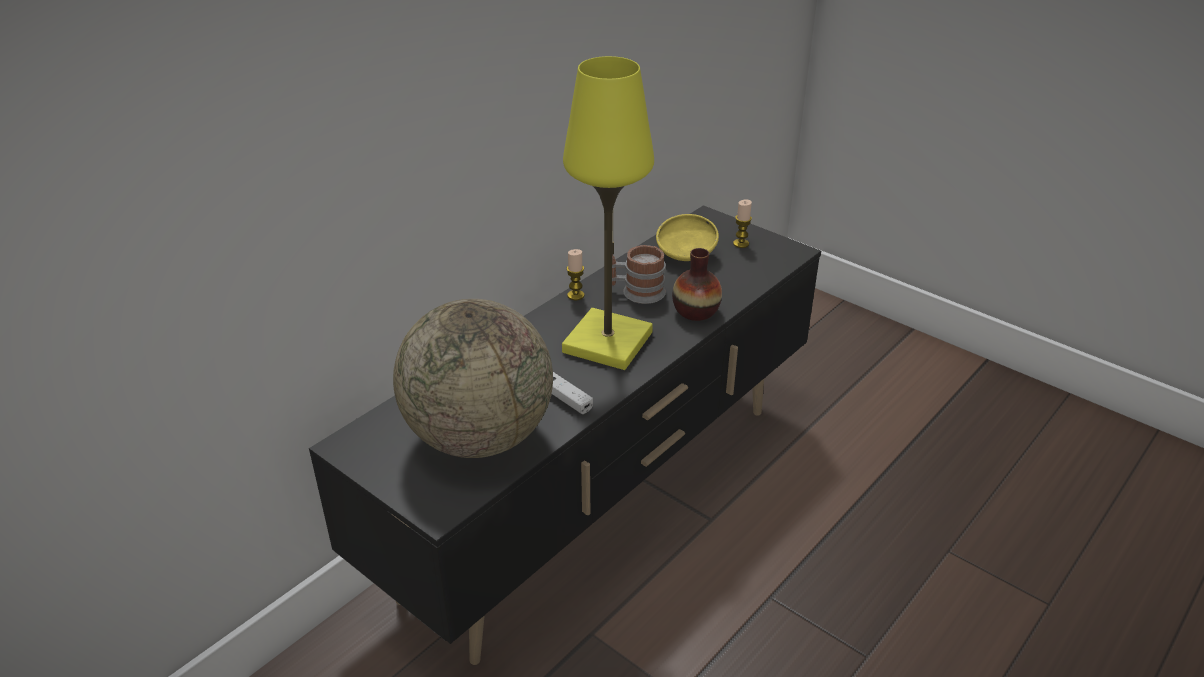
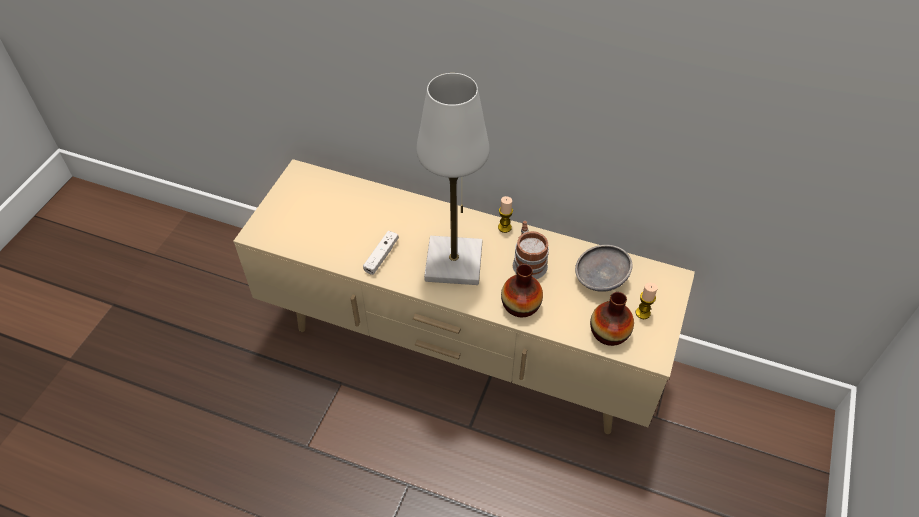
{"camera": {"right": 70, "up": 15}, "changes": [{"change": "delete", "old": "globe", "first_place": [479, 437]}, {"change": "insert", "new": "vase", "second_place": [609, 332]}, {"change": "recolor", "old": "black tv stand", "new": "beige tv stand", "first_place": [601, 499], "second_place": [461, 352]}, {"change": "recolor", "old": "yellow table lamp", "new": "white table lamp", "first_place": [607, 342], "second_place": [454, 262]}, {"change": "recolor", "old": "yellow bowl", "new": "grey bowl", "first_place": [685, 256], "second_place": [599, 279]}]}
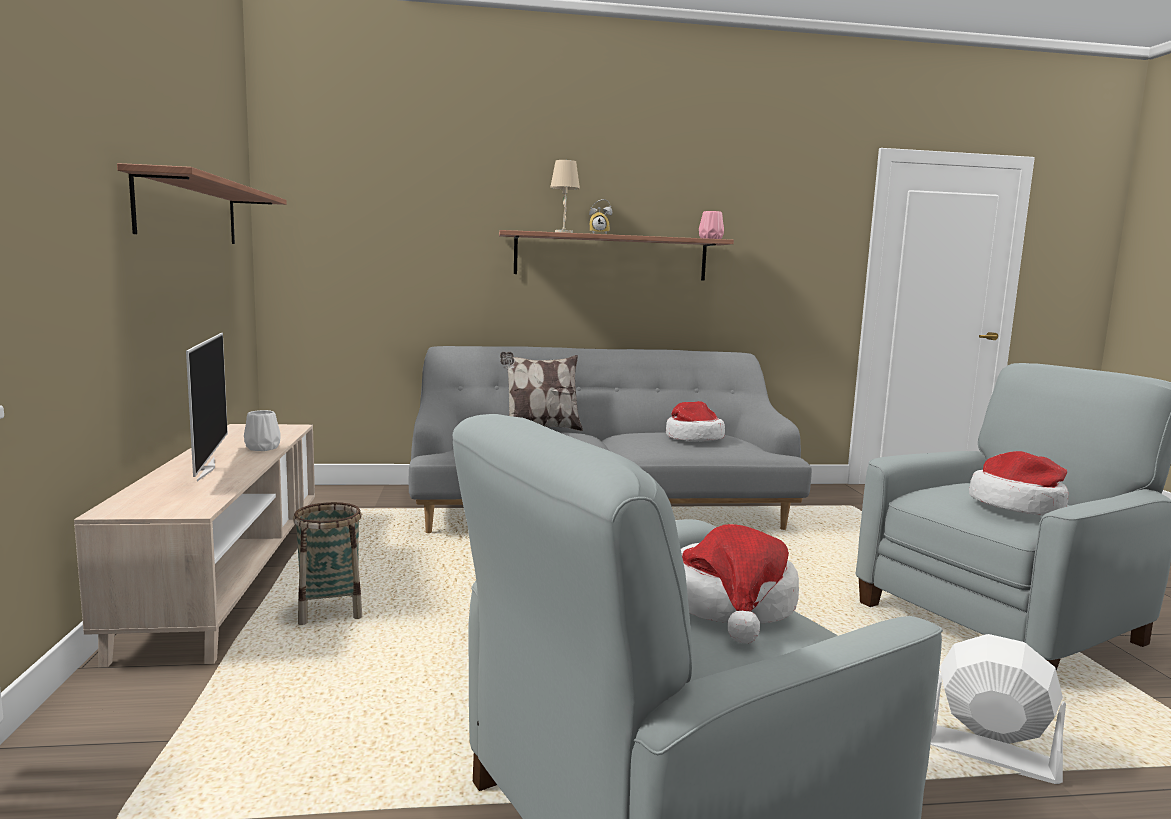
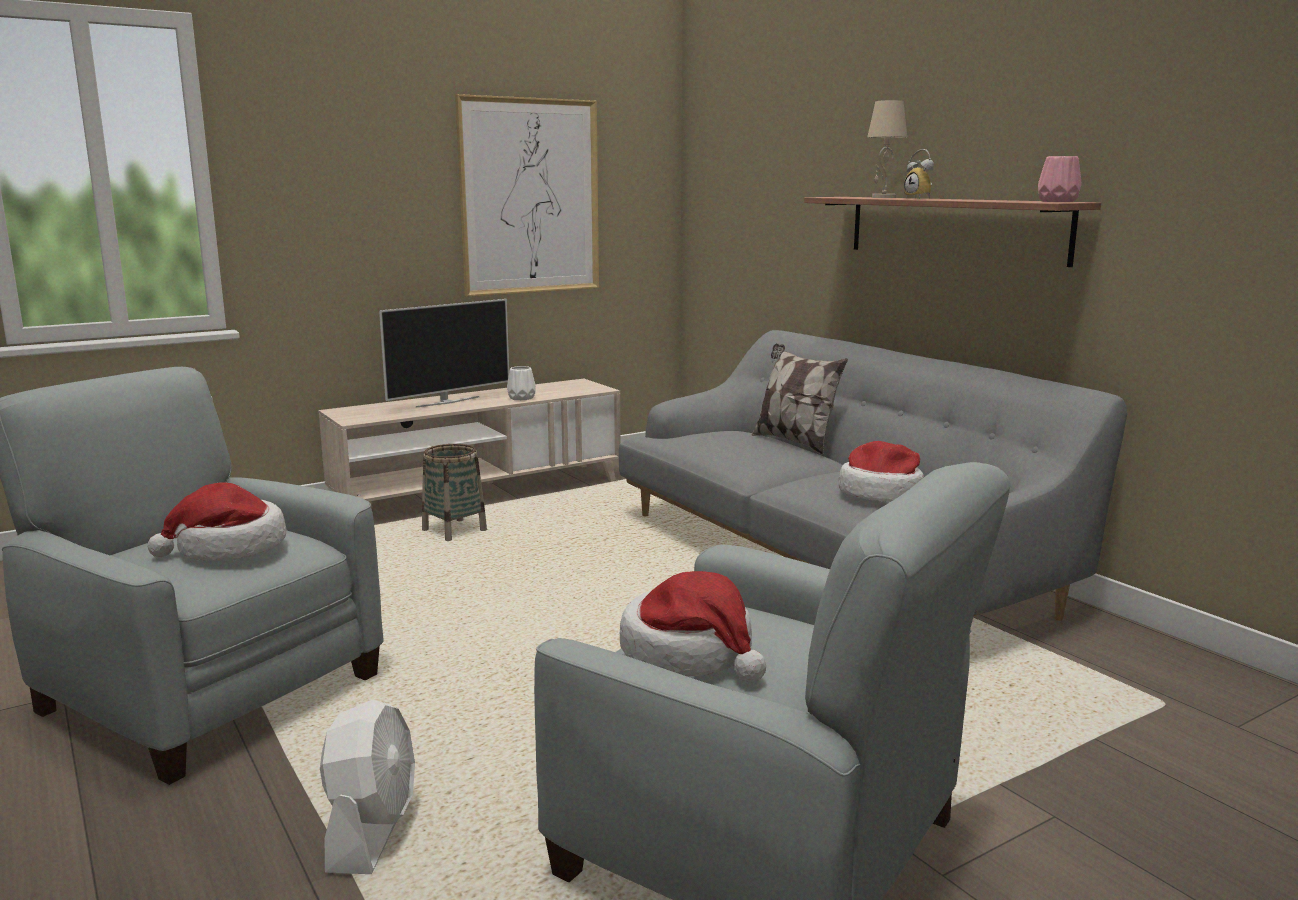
{"camera": {"right": 65, "up": 5}, "changes": [{"change": "replace", "old": "shelf", "new": "picture", "first_place": [189, 211], "second_place": [530, 197]}]}
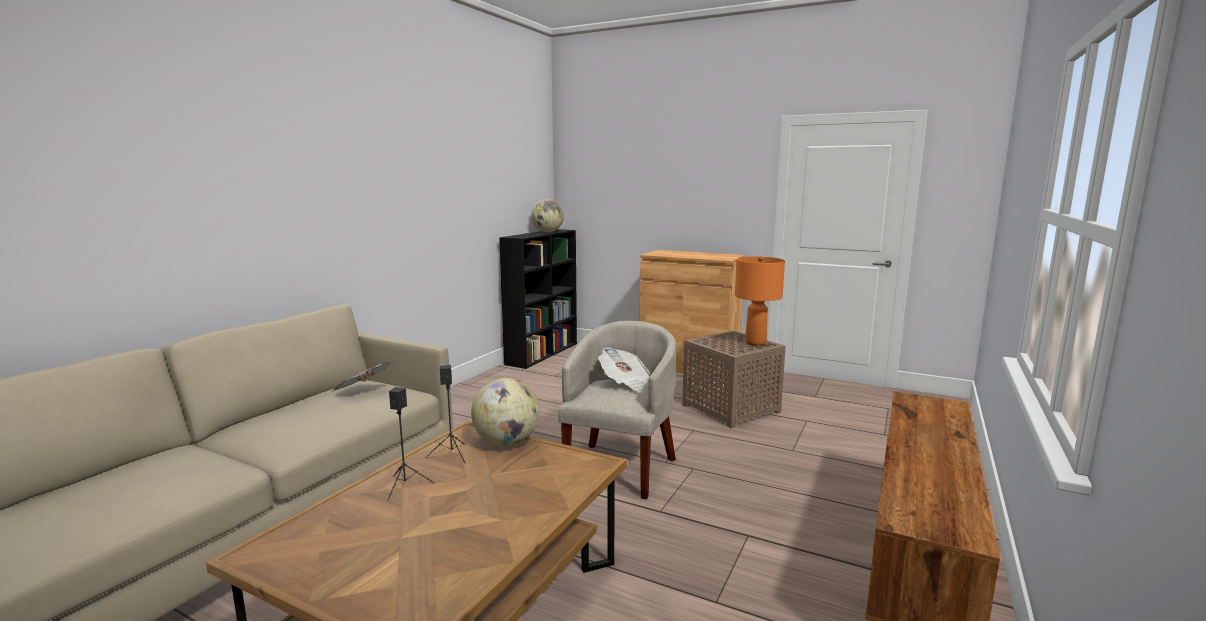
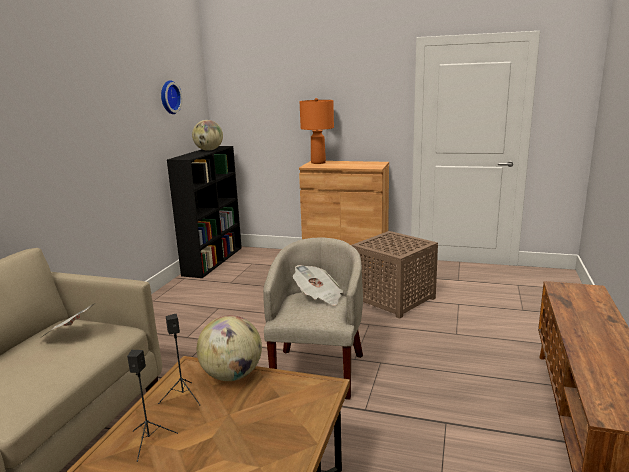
{"camera": {"right": -10, "up": 5}, "changes": [{"change": "insert", "new": "wall clock", "second_place": [169, 97]}, {"change": "move", "old": "orange table lamp", "first_place": [756, 343], "second_place": [318, 162]}]}
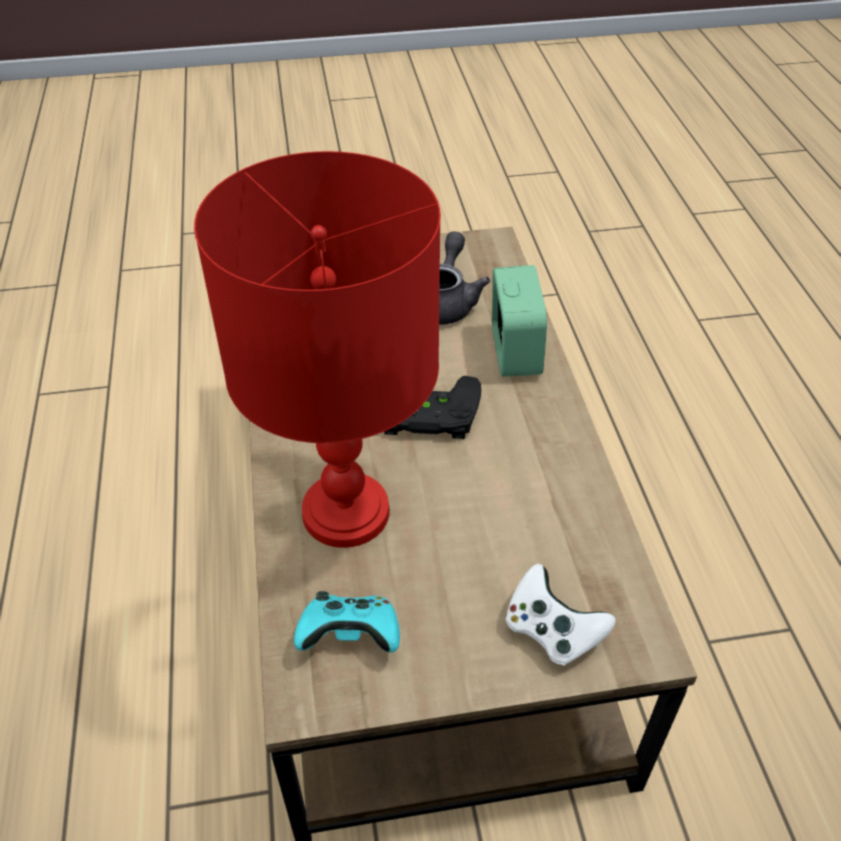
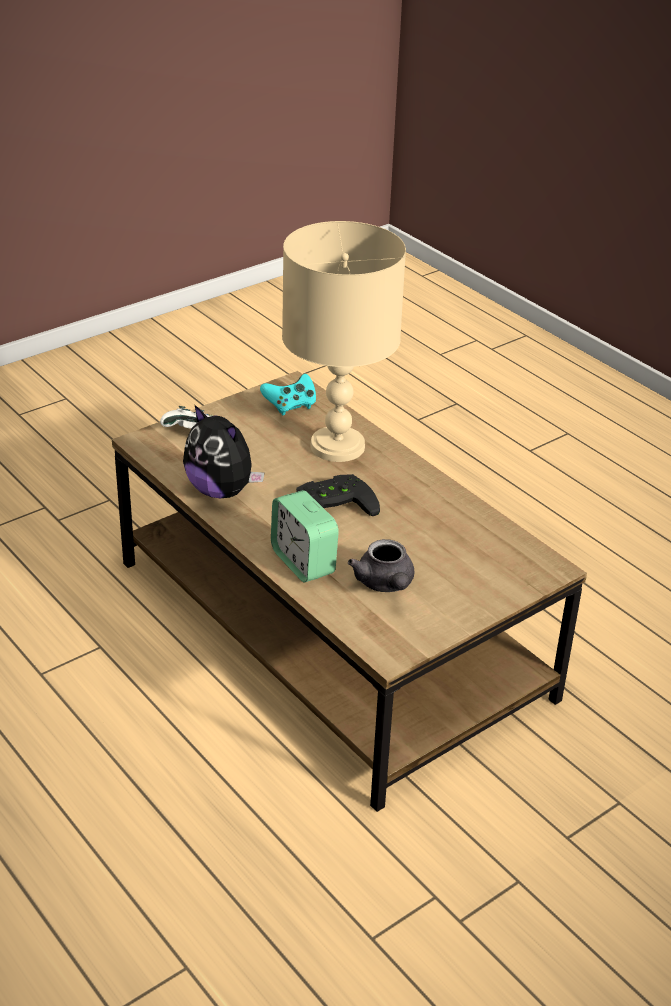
{"camera": {"right": 150, "up": -10}, "changes": [{"change": "insert", "new": "plush toy", "second_place": [222, 490]}, {"change": "recolor", "old": "red table lamp", "new": "beige table lamp", "first_place": [347, 510], "second_place": [337, 447]}]}
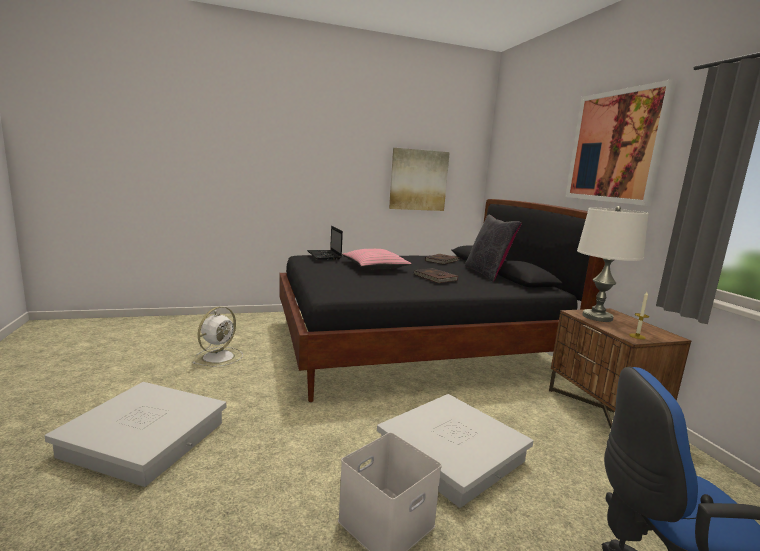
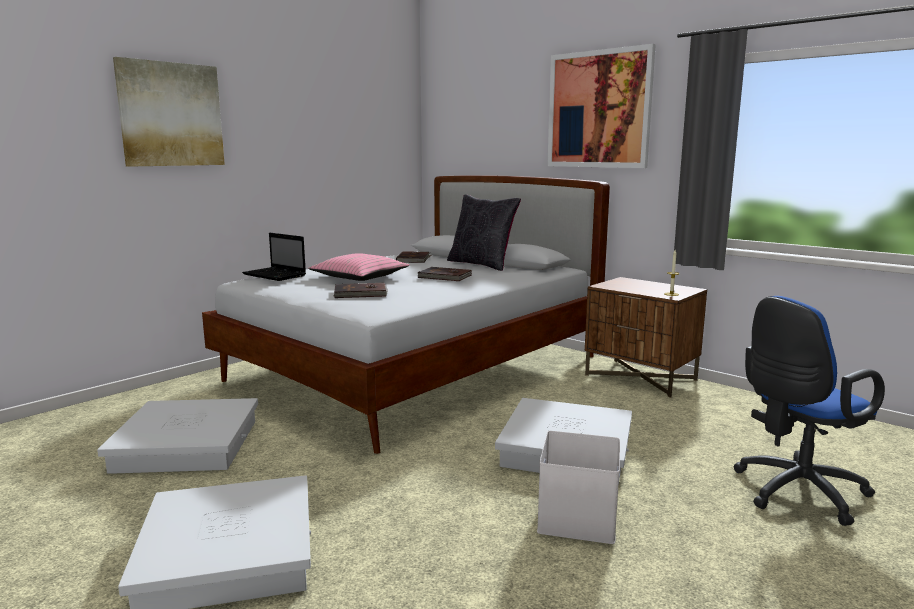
{"camera": {"right": -30, "up": 0}, "changes": [{"change": "delete", "old": "white table lamp", "first_place": [597, 317]}, {"change": "insert", "new": "brown book", "second_place": [361, 293]}, {"change": "move", "old": "picture", "first_place": [418, 180], "second_place": [171, 114]}, {"change": "replace", "old": "white fan", "new": "white storage box", "first_place": [219, 356], "second_place": [187, 445]}, {"change": "recolor", "old": "black bed", "new": "white bed", "first_place": [415, 346], "second_place": [417, 369]}]}
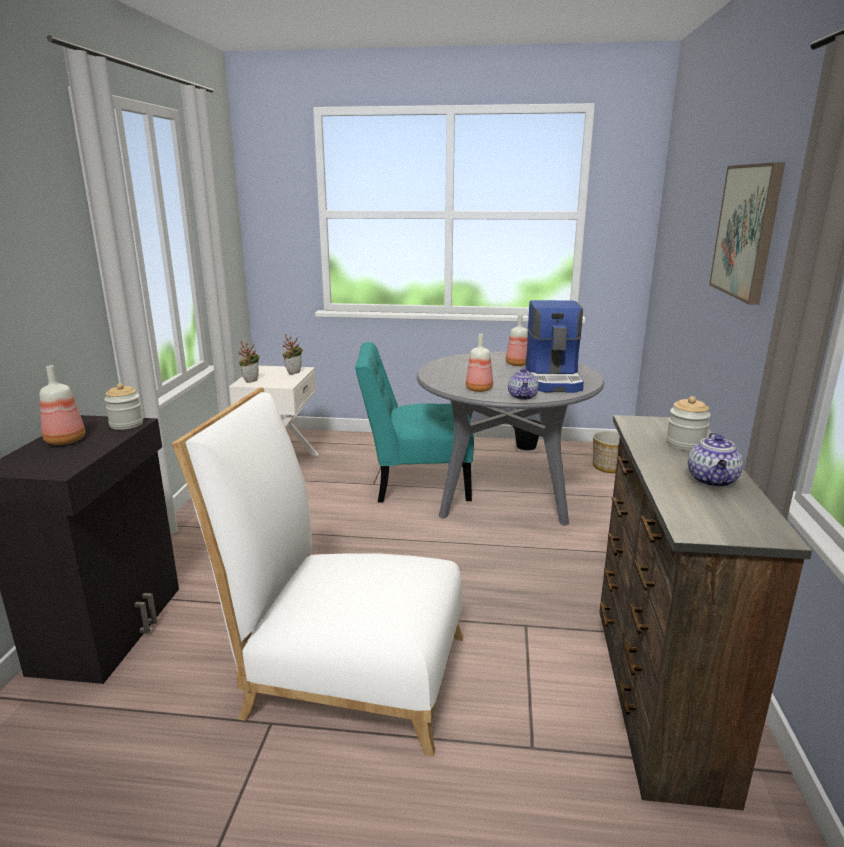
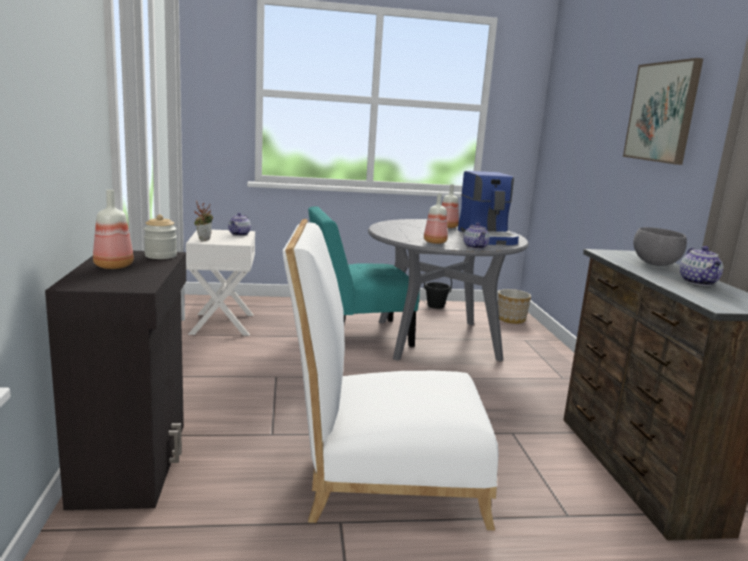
{"camera": {"right": -15, "up": -5}, "changes": [{"change": "replace", "old": "potted plant", "new": "teapot", "first_place": [293, 372], "second_place": [239, 234]}, {"change": "replace", "old": "jar", "new": "grey bowl", "first_place": [685, 444], "second_place": [655, 264]}]}
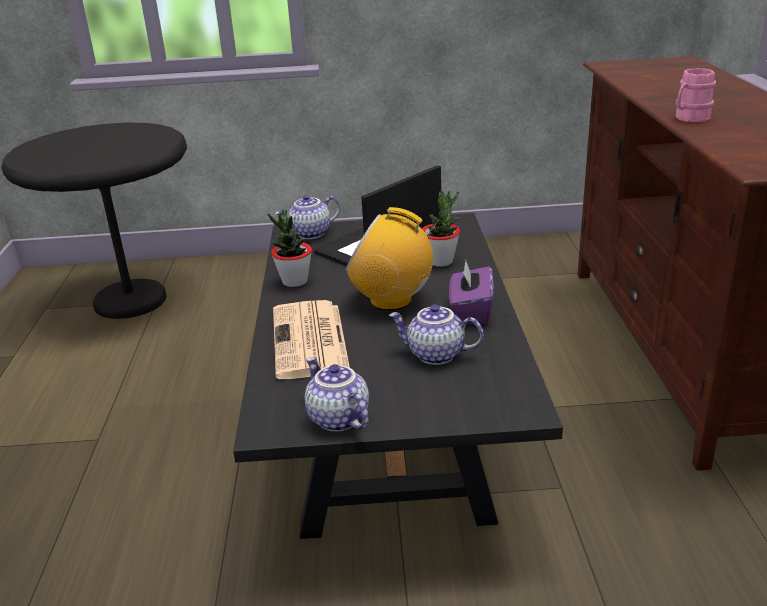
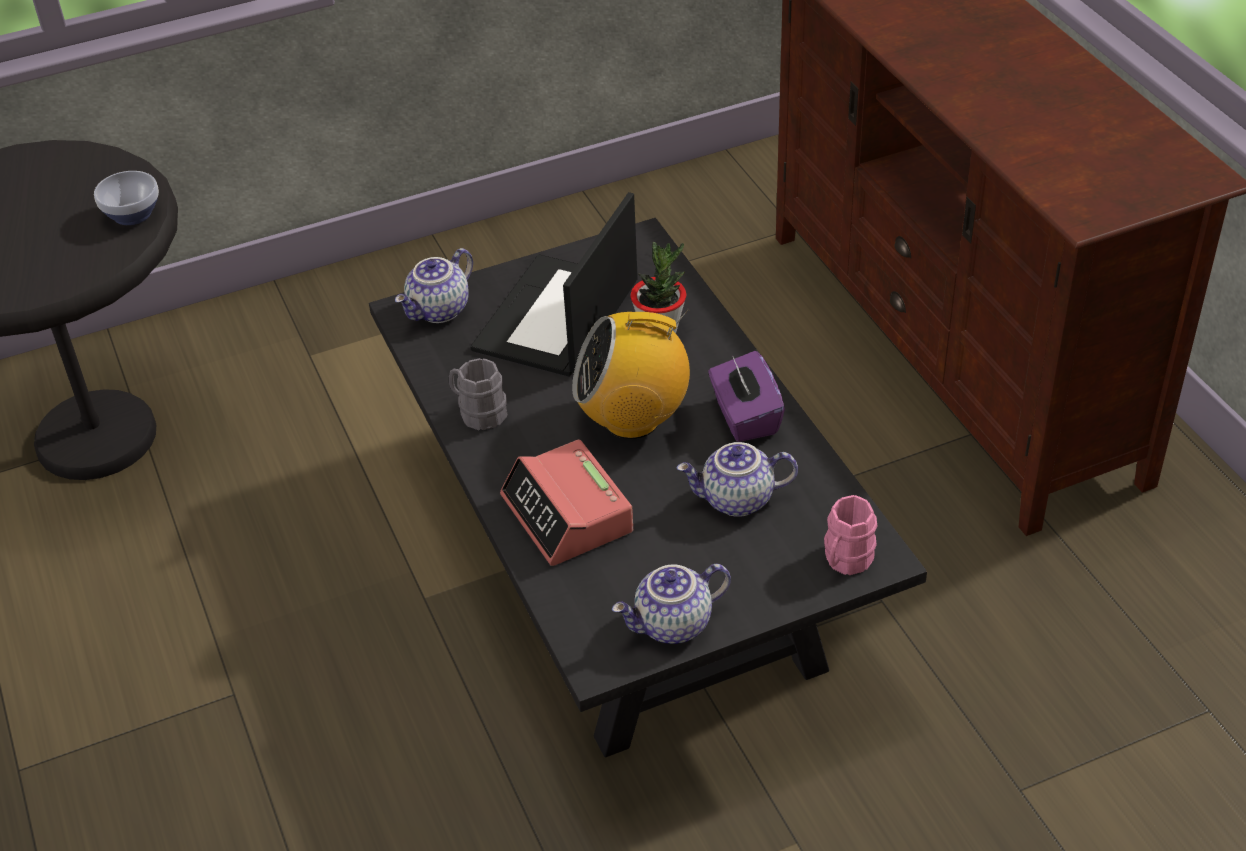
{"camera": {"right": -20, "up": 15}, "changes": [{"change": "insert", "new": "bowl", "second_place": [130, 215]}, {"change": "move", "old": "pink mug", "first_place": [689, 118], "second_place": [845, 561]}, {"change": "replace", "old": "potted plant", "new": "grey mug", "first_place": [294, 281], "second_place": [478, 413]}, {"change": "replace", "old": "newspaper", "new": "alarm clock", "first_place": [310, 341], "second_place": [567, 515]}, {"change": "rotate", "old": "teapot", "first_place": [337, 419], "second_place": [673, 625], "degrees": -60}]}
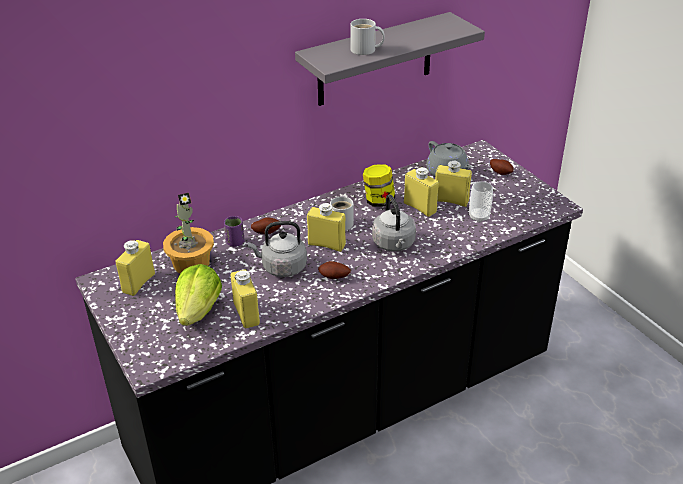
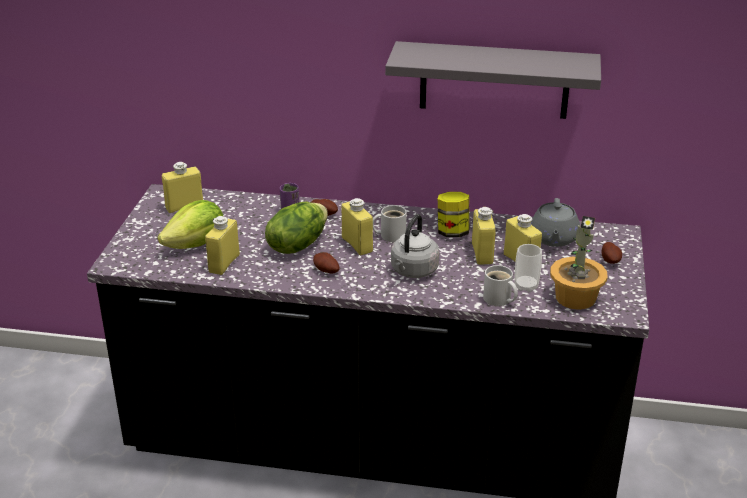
{"camera": {"right": 40, "up": -5}, "changes": [{"change": "move", "old": "potted plant", "first_place": [191, 263], "second_place": [575, 297]}, {"change": "move", "old": "white mug", "first_place": [365, 50], "second_place": [498, 300]}, {"change": "replace", "old": "grey kettle", "new": "lettuce", "first_place": [281, 267], "second_place": [297, 244]}]}
